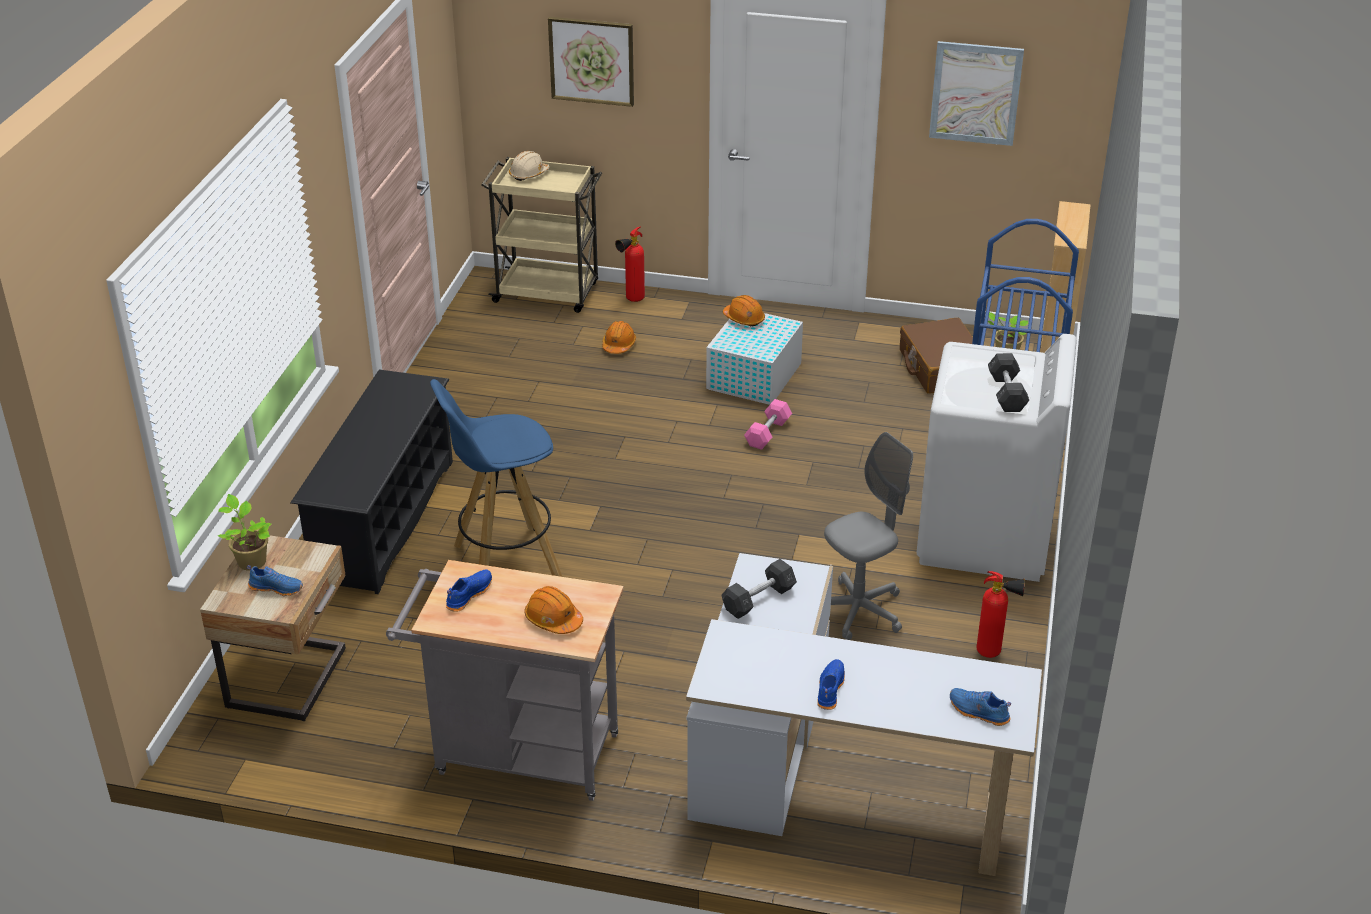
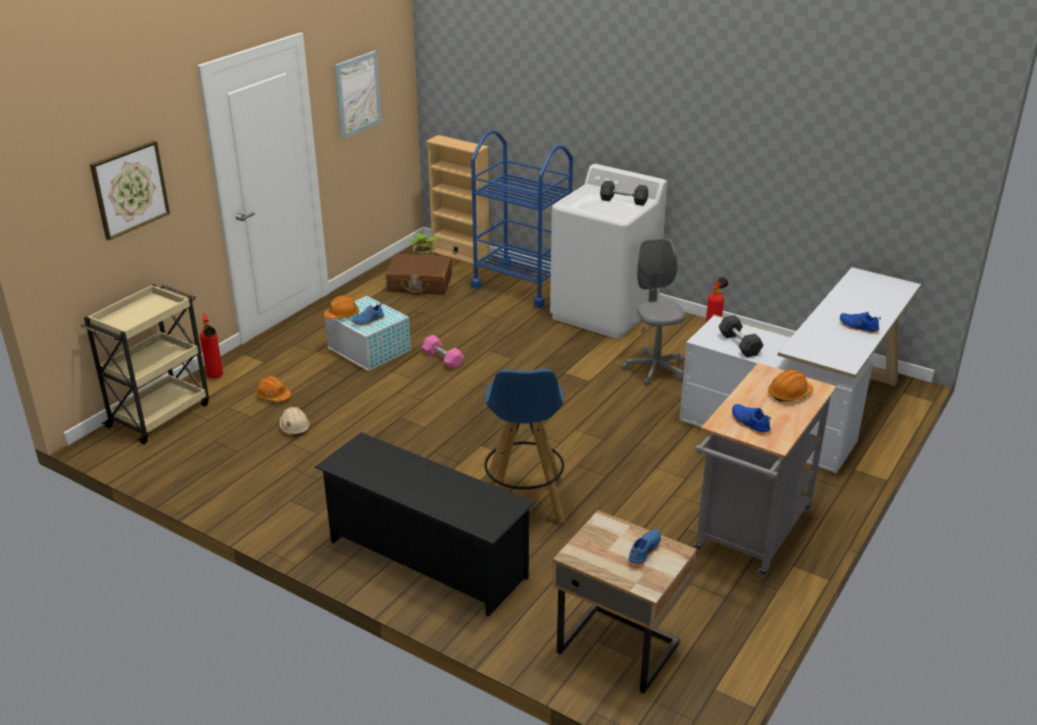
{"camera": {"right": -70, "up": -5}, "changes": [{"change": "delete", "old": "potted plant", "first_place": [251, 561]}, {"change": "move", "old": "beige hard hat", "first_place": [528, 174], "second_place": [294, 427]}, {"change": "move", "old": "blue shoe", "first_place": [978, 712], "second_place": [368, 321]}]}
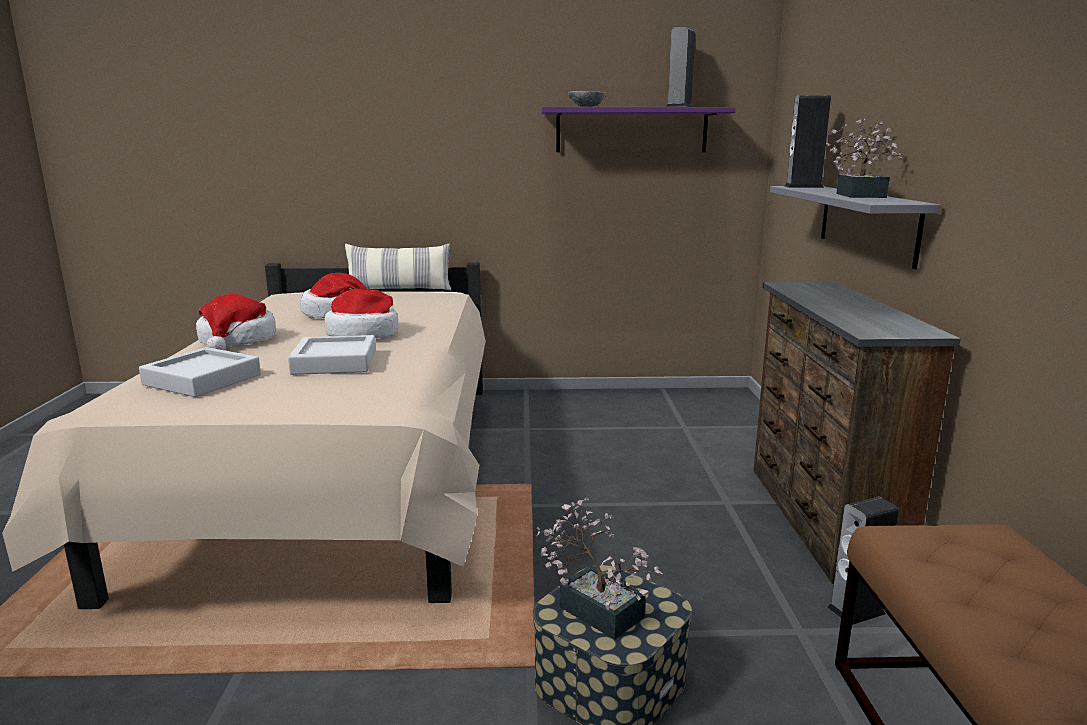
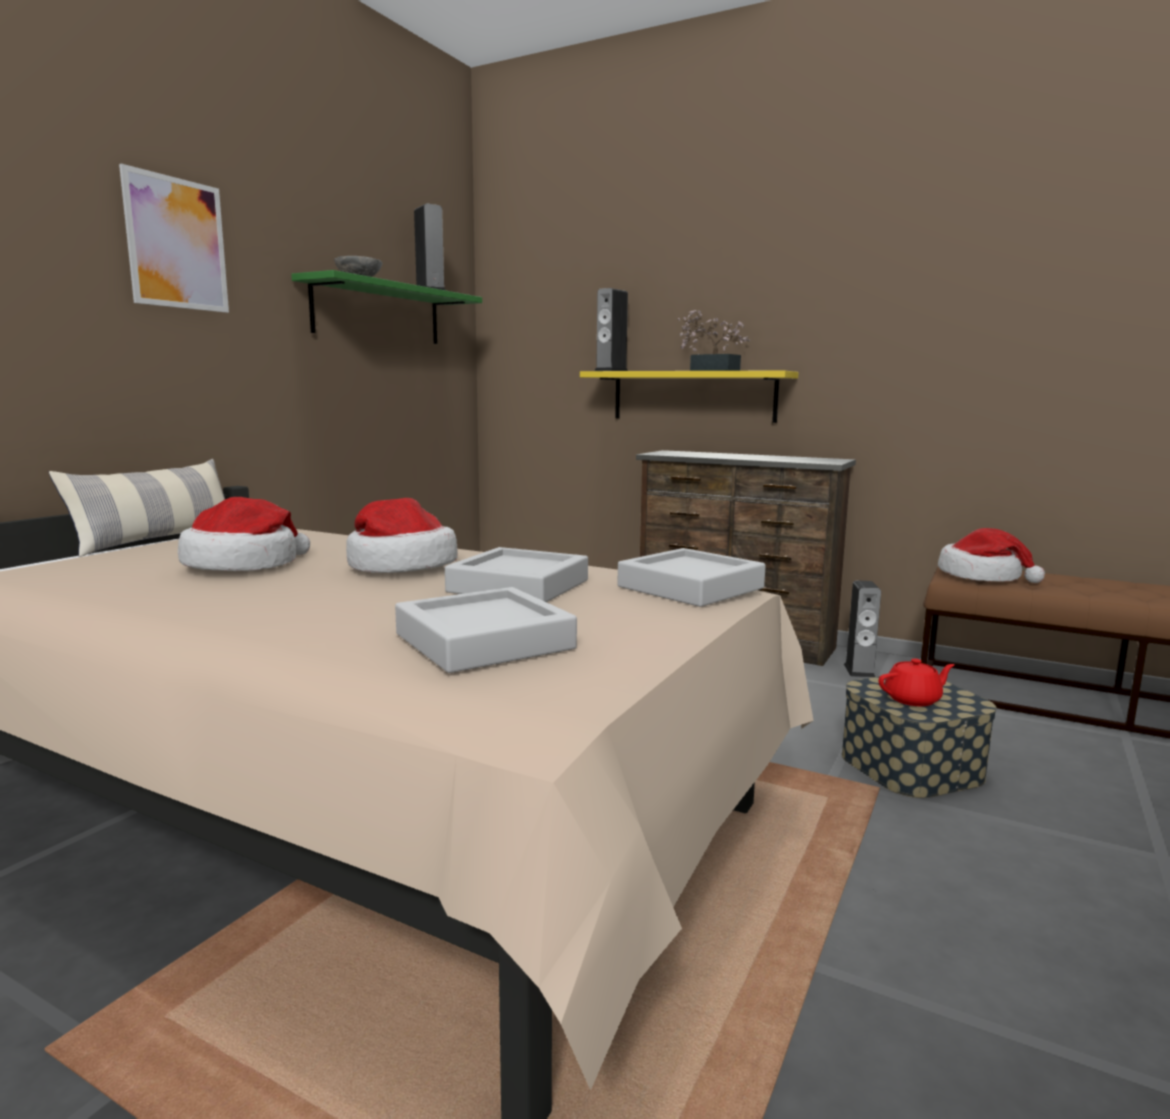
{"camera": {"right": -60, "up": -5}, "changes": [{"change": "insert", "new": "picture", "second_place": [176, 243]}, {"change": "insert", "new": "grey tray", "second_place": [690, 587]}, {"change": "move", "old": "hat", "first_place": [237, 340], "second_place": [982, 576]}, {"change": "replace", "old": "potted plant", "new": "red teapot", "first_place": [594, 607], "second_place": [913, 699]}, {"change": "recolor", "old": "purple shelf", "new": "green shelf", "first_place": [631, 130], "second_place": [378, 313]}, {"change": "recolor", "old": "grey shelf", "new": "yellow shelf", "first_place": [867, 222], "second_place": [693, 396]}]}
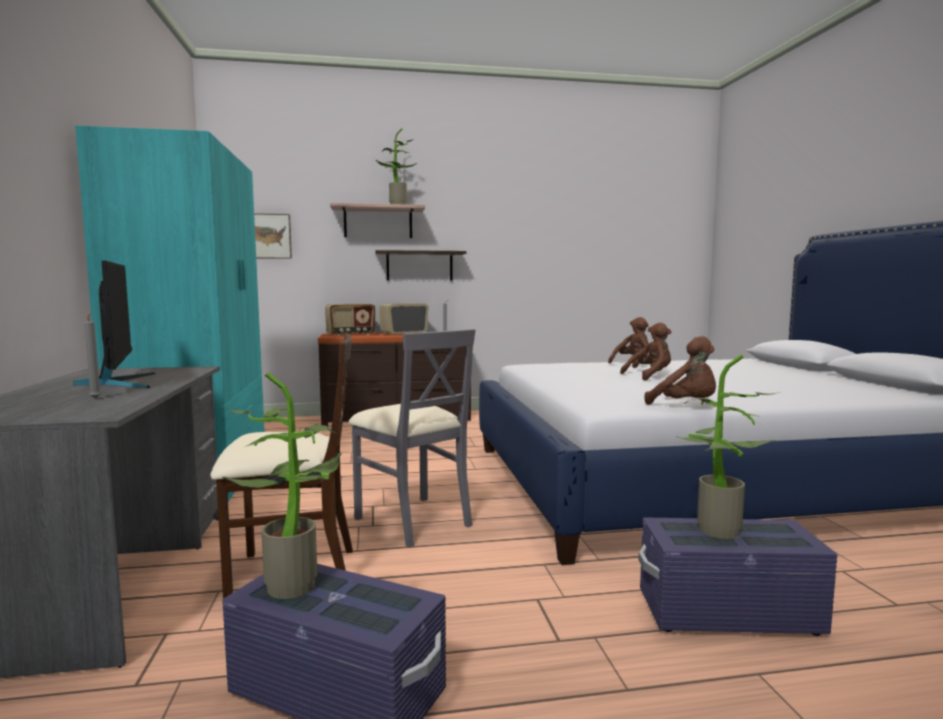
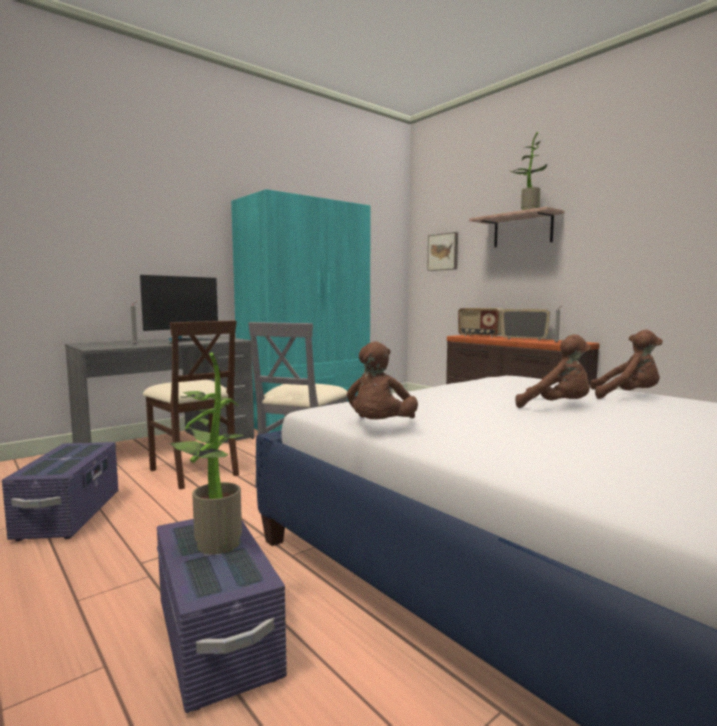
{"camera": {"right": 60, "up": 0}, "changes": [{"change": "delete", "old": "potted plant", "first_place": [295, 582]}, {"change": "delete", "old": "shelf", "first_place": [419, 266]}]}
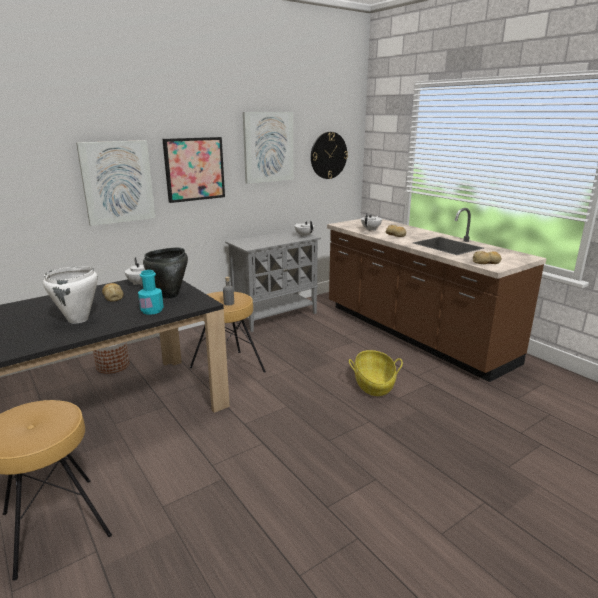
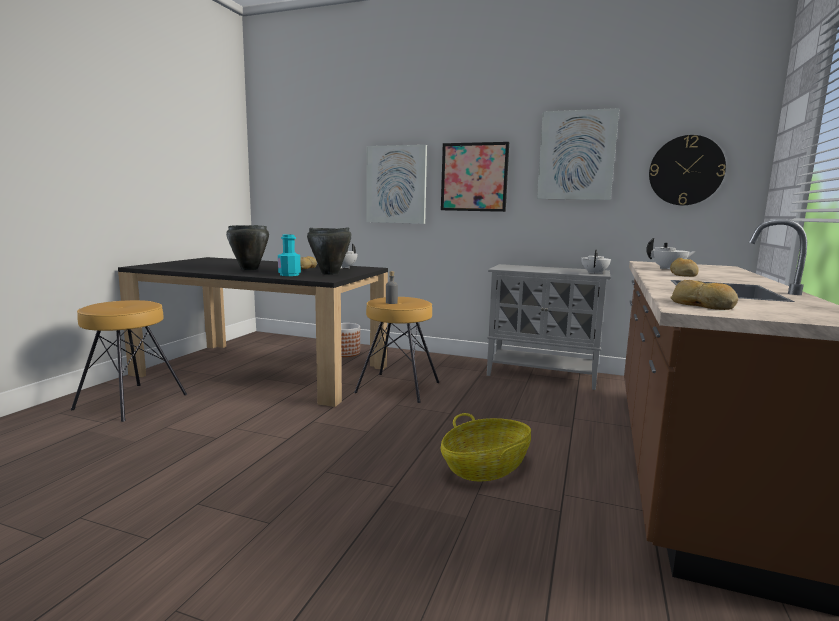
{"camera": {"right": 55, "up": -10}, "changes": [{"change": "recolor", "old": "white cooking pot", "new": "black cooking pot", "first_place": [78, 319], "second_place": [249, 269]}]}
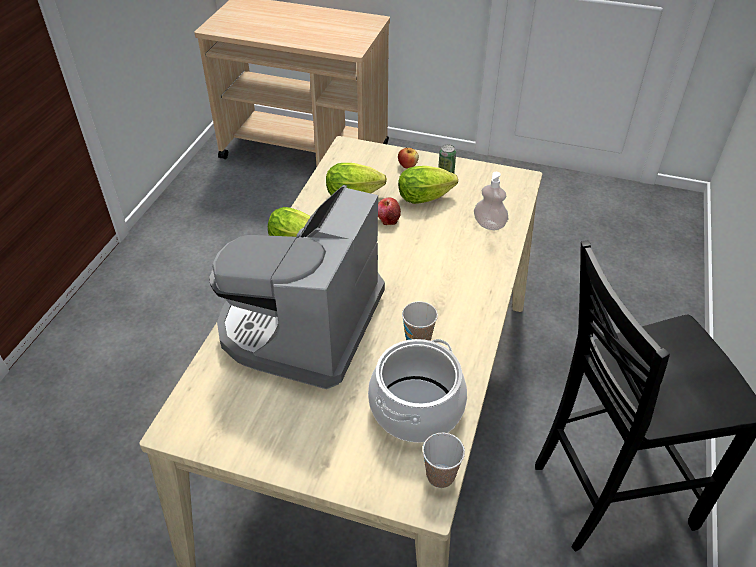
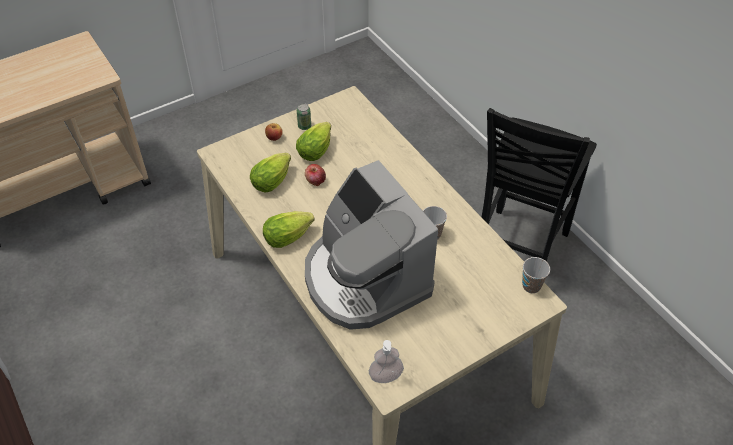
{"camera": {"right": -50, "up": 5}, "changes": [{"change": "delete", "old": "cooking pot", "first_place": [416, 408]}, {"change": "move", "old": "soap dispenser", "first_place": [489, 224], "second_place": [385, 376]}]}
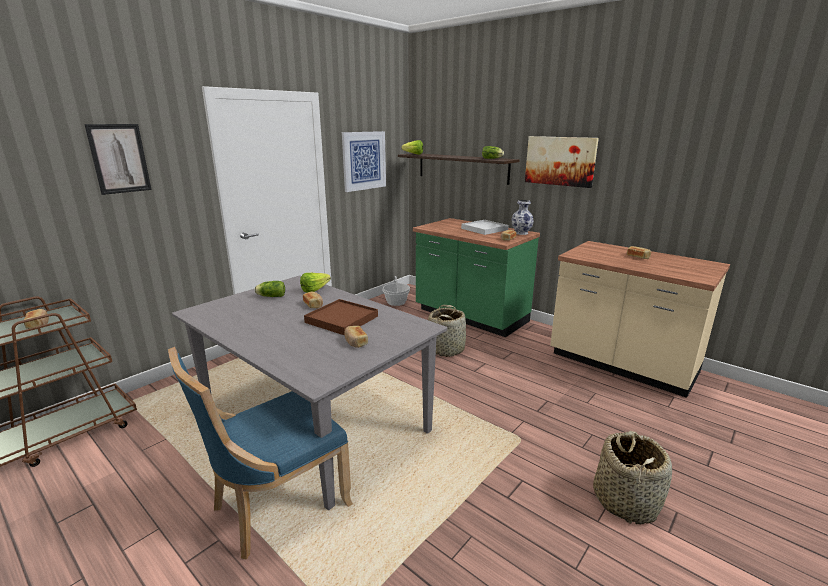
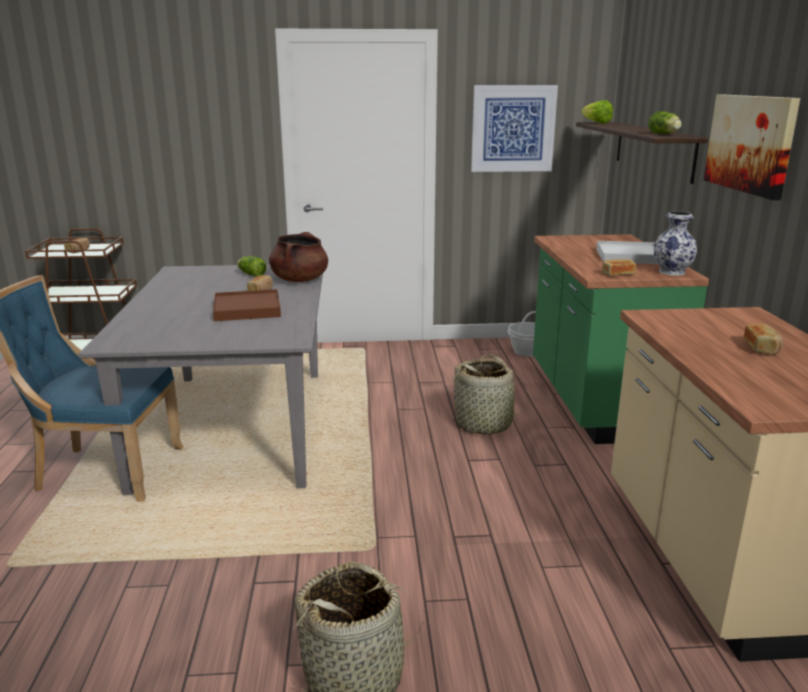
{"camera": {"right": 45, "up": 0}, "changes": [{"change": "delete", "old": "picture", "first_place": [119, 158]}, {"change": "delete", "old": "bread", "first_place": [355, 342]}, {"change": "replace", "old": "lettuce", "new": "brown cooking pot", "first_place": [317, 290], "second_place": [299, 280]}]}
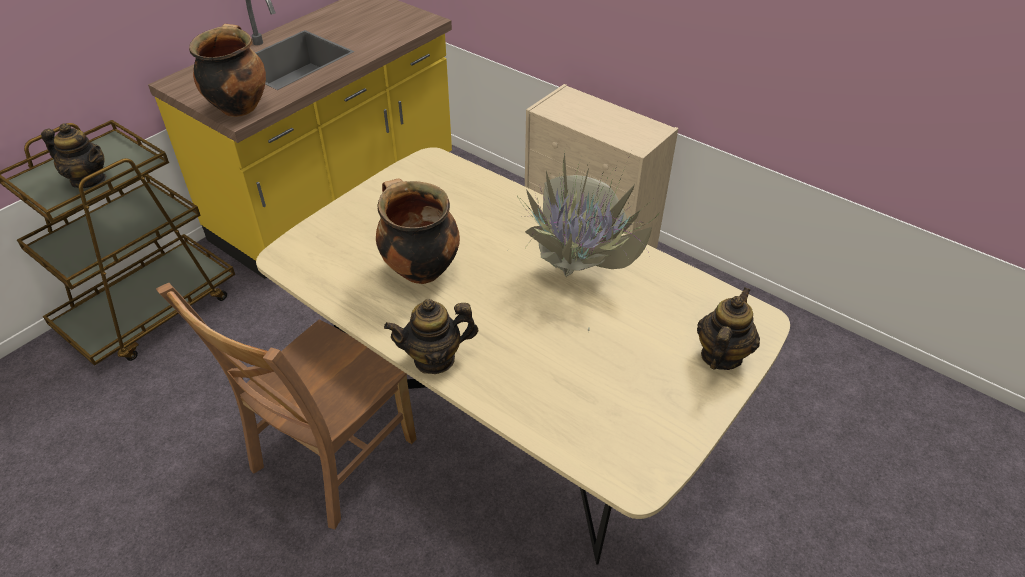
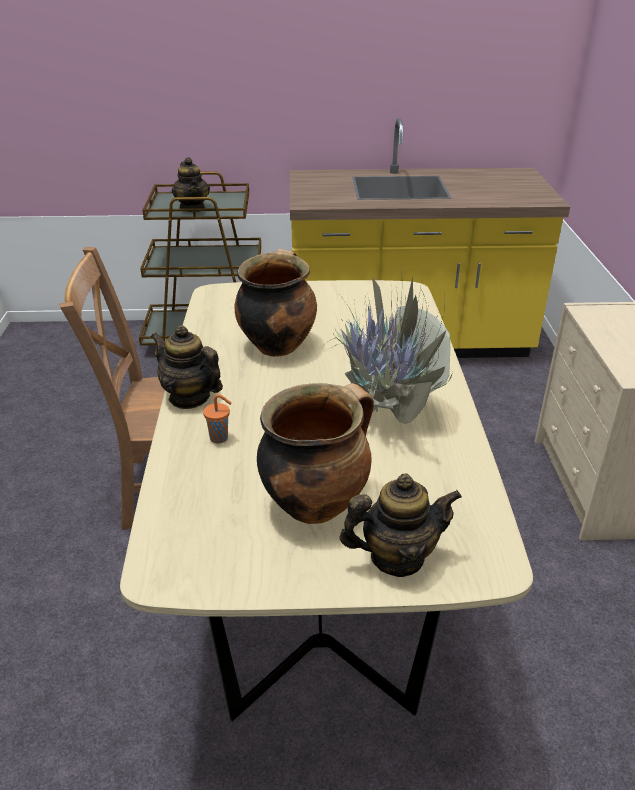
{"camera": {"right": 50, "up": -10}, "changes": [{"change": "insert", "new": "orange cup", "second_place": [220, 438]}, {"change": "move", "old": "cooking pot", "first_place": [239, 107], "second_place": [315, 503]}]}
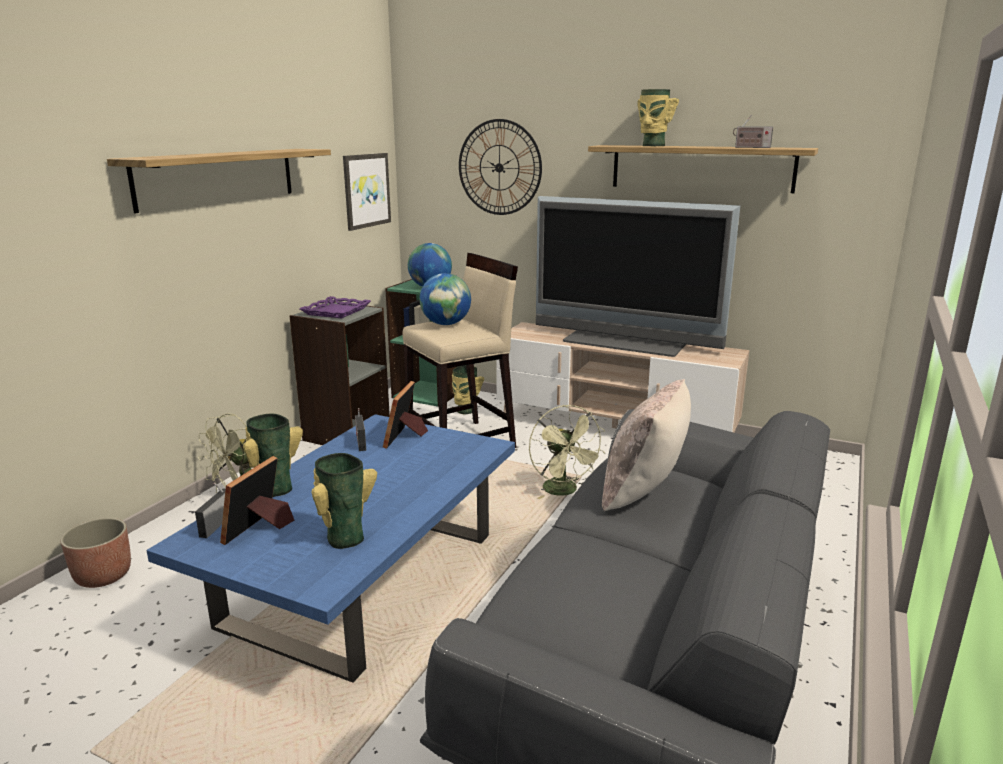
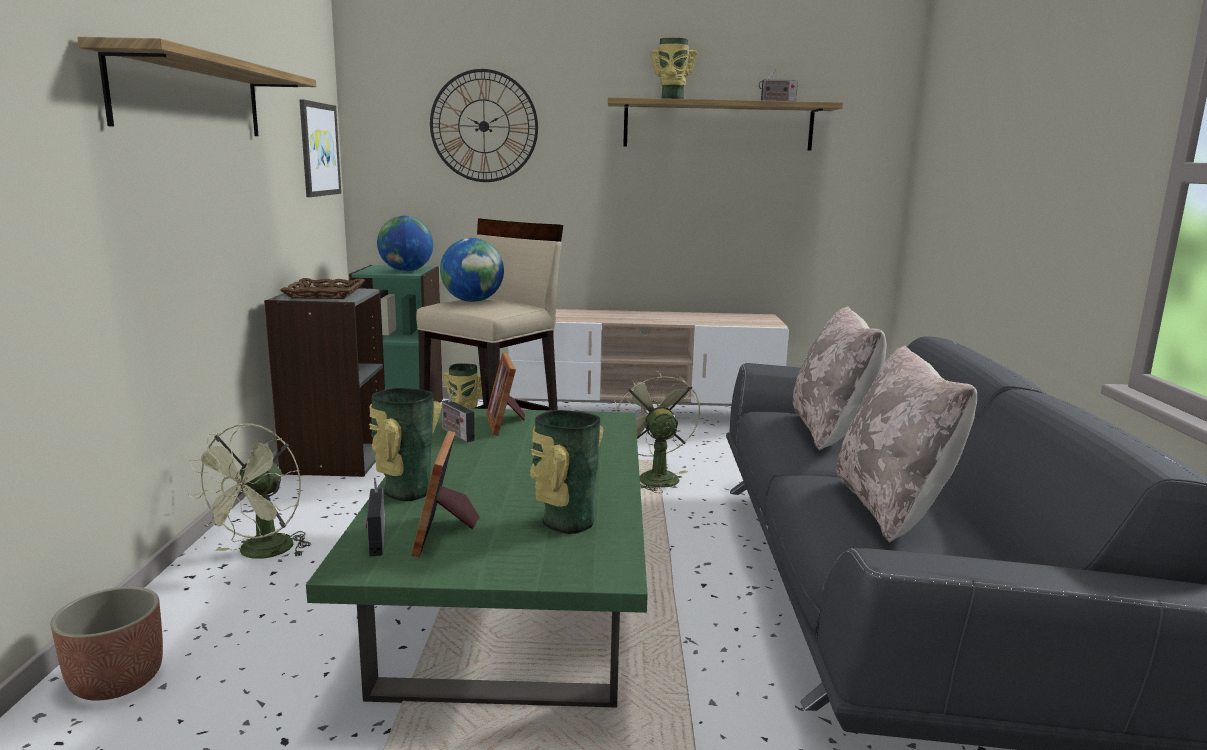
{"camera": {"right": -25, "up": -5}, "changes": [{"change": "delete", "old": "television", "first_place": [624, 342]}, {"change": "insert", "new": "beige pillow", "second_place": [892, 508]}, {"change": "recolor", "old": "blue coffee table", "new": "green coffee table", "first_place": [364, 580], "second_place": [517, 601]}, {"change": "recolor", "old": "purple tray", "new": "brown tray", "first_place": [336, 311], "second_place": [325, 294]}, {"change": "rotate", "old": "green fan", "first_place": [564, 491], "second_place": [654, 477], "degrees": -150}]}
